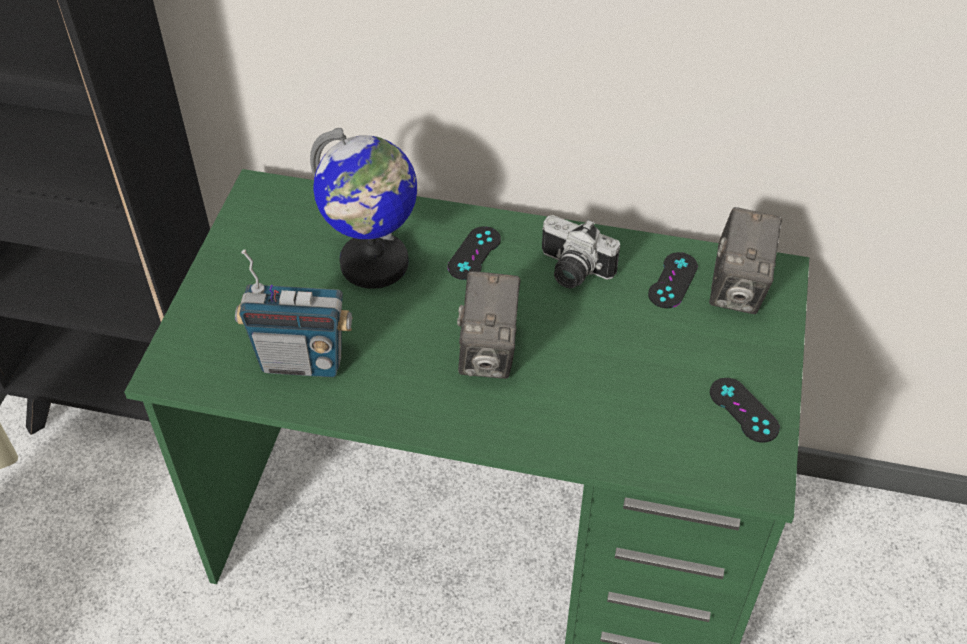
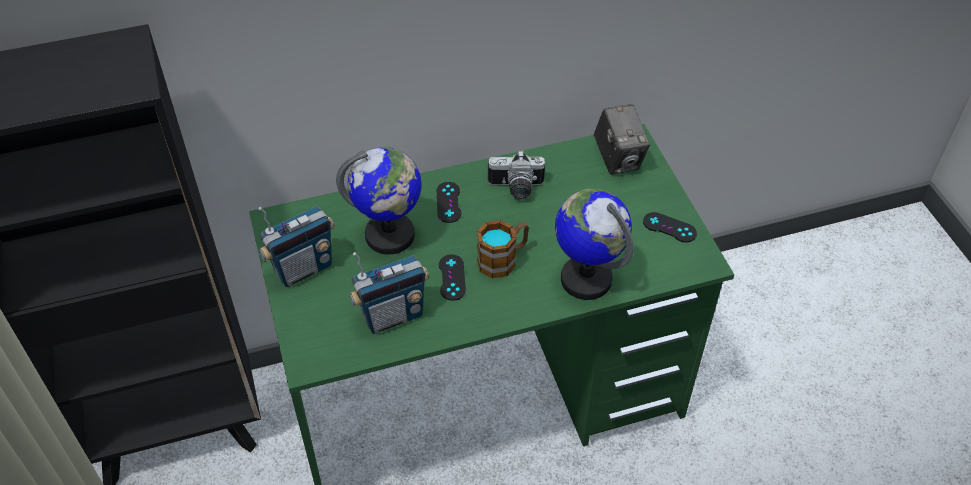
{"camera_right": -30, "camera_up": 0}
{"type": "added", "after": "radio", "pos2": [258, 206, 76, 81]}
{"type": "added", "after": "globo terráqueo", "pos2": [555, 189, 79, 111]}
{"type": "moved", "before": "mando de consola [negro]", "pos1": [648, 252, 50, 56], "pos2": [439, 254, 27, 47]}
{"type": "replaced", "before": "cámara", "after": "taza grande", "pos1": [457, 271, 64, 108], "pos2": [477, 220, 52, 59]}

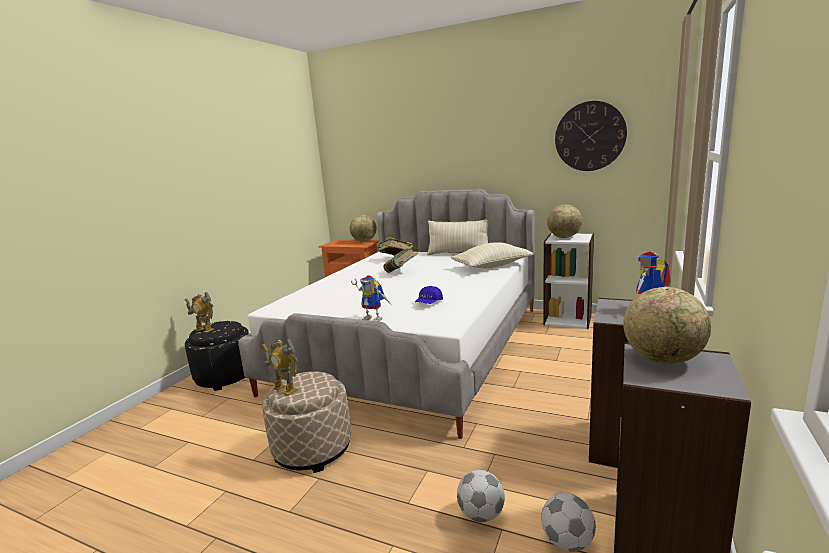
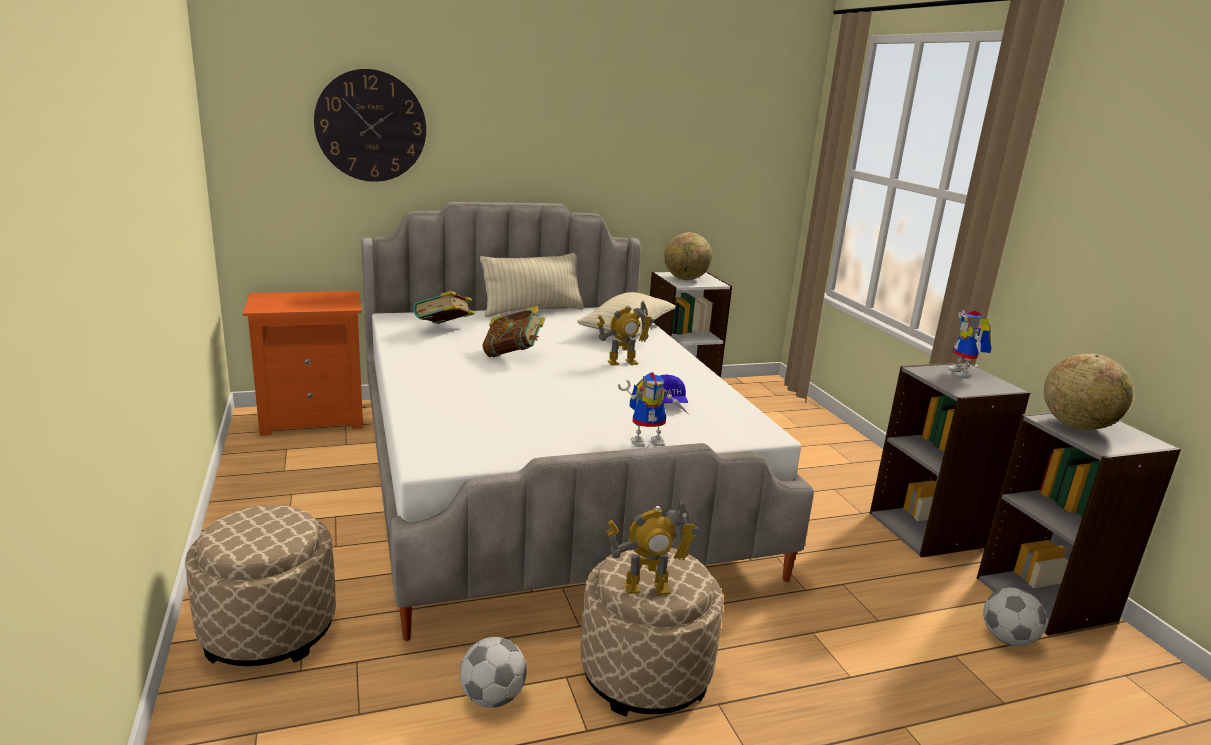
{"camera_right": -45, "camera_up": 5}
{"type": "removed", "before": "globo terráqueo", "pos1": [350, 215, 27, 27]}
{"type": "moved", "before": "robot de juguete", "pos1": [185, 292, 29, 41], "pos2": [596, 300, 58, 65]}
{"type": "moved", "before": "balón de fútbol", "pos1": [457, 470, 48, 52], "pos2": [460, 637, 67, 71]}
{"type": "moved", "before": "reloj de pared", "pos1": [555, 101, 72, 70], "pos2": [314, 69, 112, 113]}
{"type": "recoloured", "before": "puf [negro]", "after": "puf [beis]", "pos1": [185, 321, 64, 70], "pos2": [185, 505, 151, 161]}

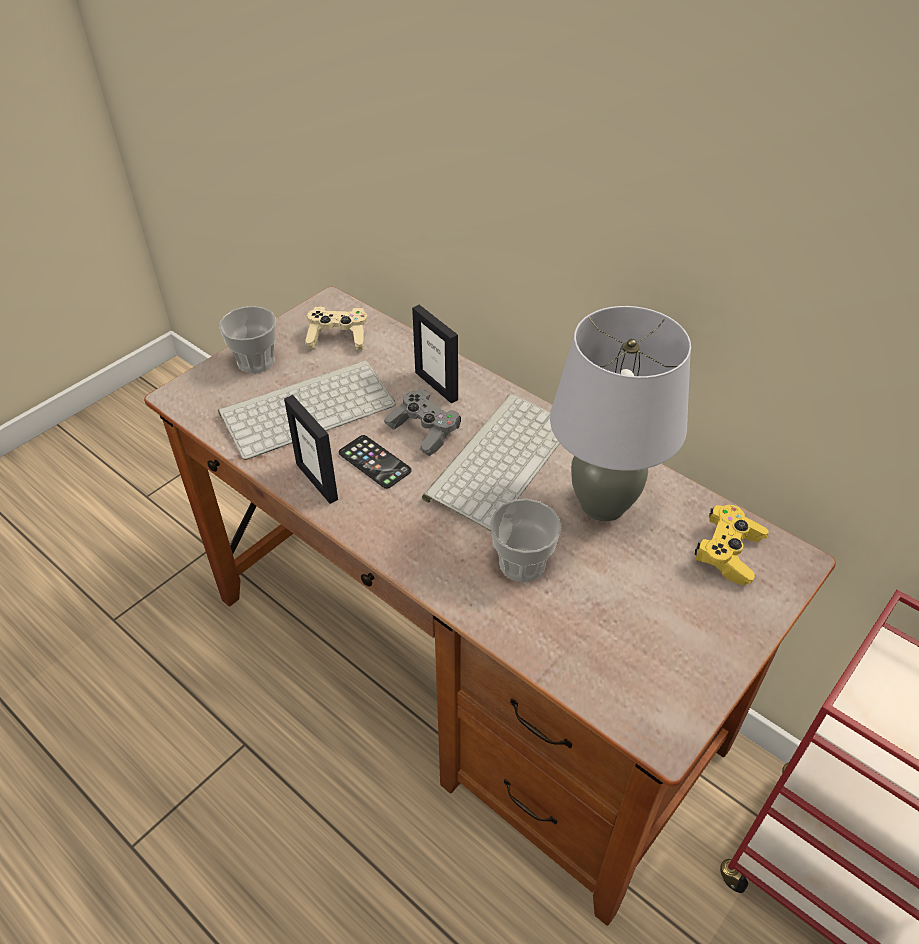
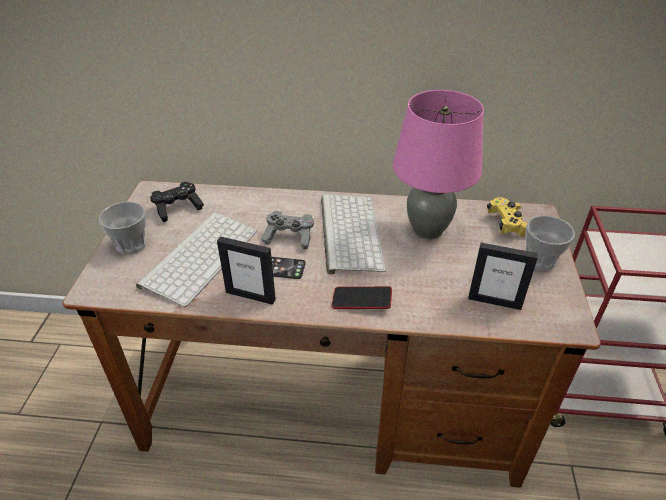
{"camera_right": -35, "camera_up": -5}
{"type": "added", "after": "móvil", "pos2": [332, 286, 60, 23]}
{"type": "moved", "before": "portarretratos", "pos1": [412, 305, 46, 99], "pos2": [468, 243, 70, 67]}
{"type": "moved", "before": "taza", "pos1": [490, 499, 72, 83], "pos2": [525, 215, 50, 55]}
{"type": "recoloured", "before": "mando de consola [beis]", "after": "mando de consola [negro]", "pos1": [305, 306, 63, 44], "pos2": [150, 182, 54, 40]}
{"type": "recoloured", "before": "lámpara de mesa [gris]", "after": "lámpara de mesa [rosa]", "pos1": [550, 306, 141, 215], "pos2": [393, 90, 91, 149]}

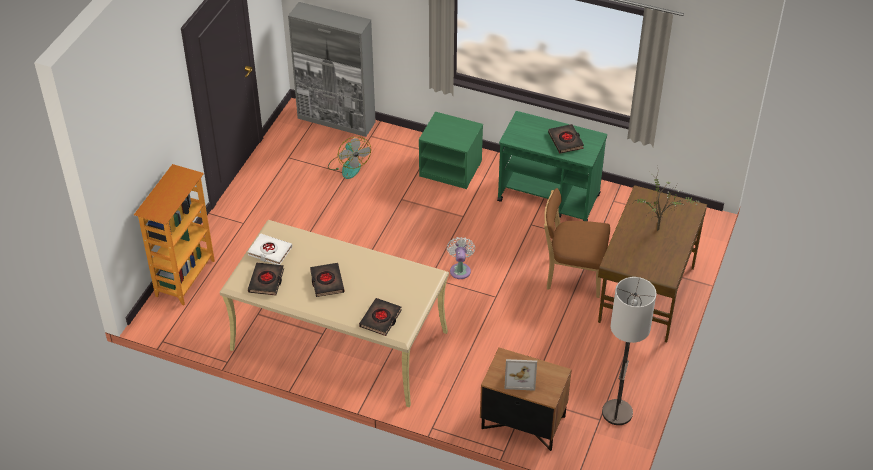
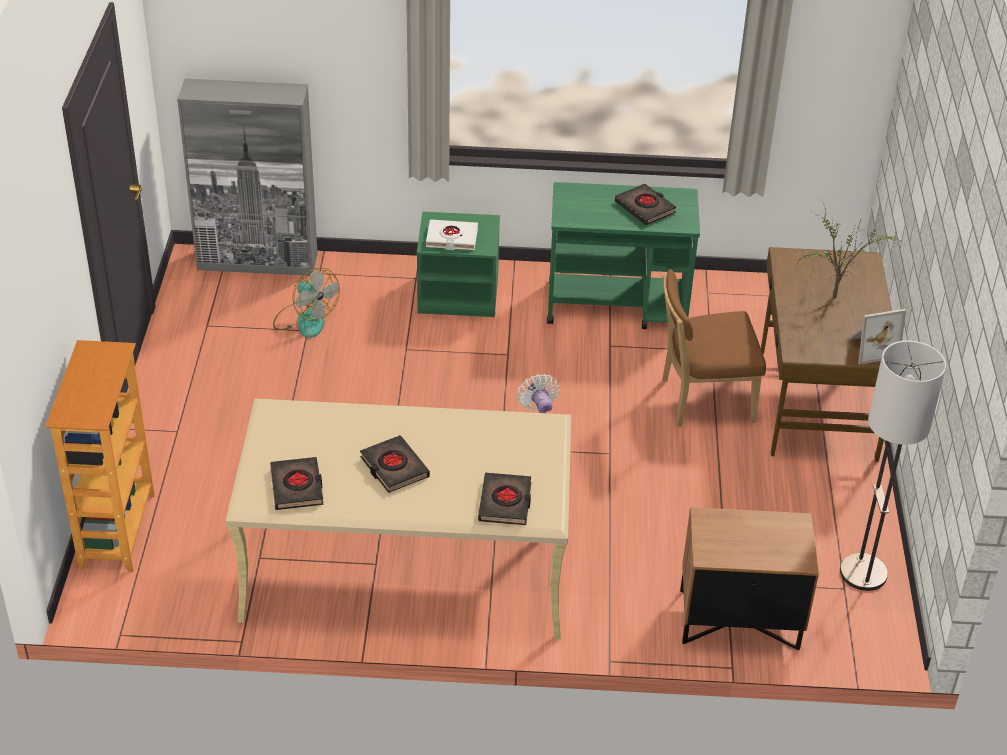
{"camera_right": -20, "camera_up": -5}
{"type": "moved", "before": "libro [blanco]", "pos1": [248, 233, 44, 32], "pos2": [426, 219, 52, 31]}
{"type": "moved", "before": "portarretratos", "pos1": [505, 359, 32, 32], "pos2": [848, 309, 58, 55]}

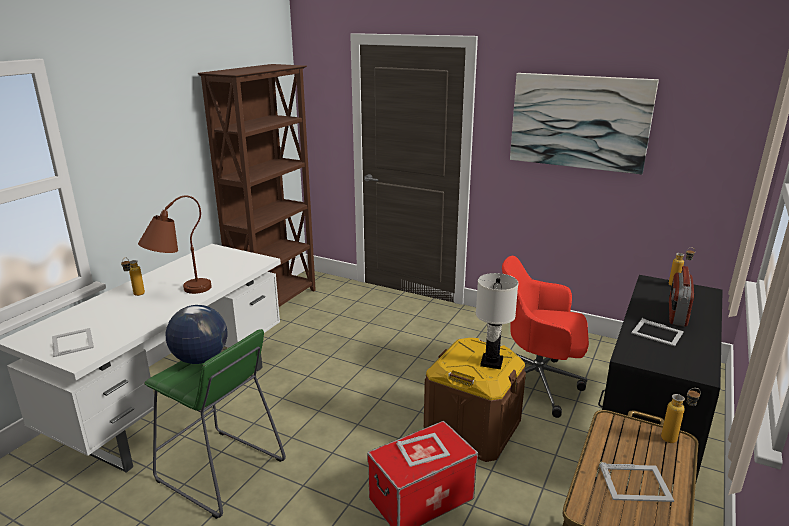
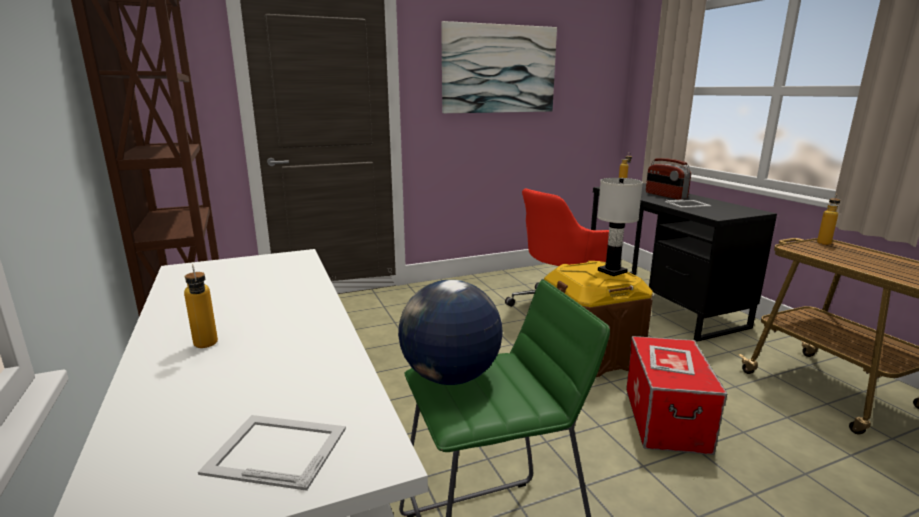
{"camera_right": -50, "camera_up": -5}
{"type": "removed", "before": "lámpara de mesa [marrón]", "pos1": [138, 195, 74, 99]}
{"type": "removed", "before": "portarretratos", "pos1": [599, 462, 75, 40]}

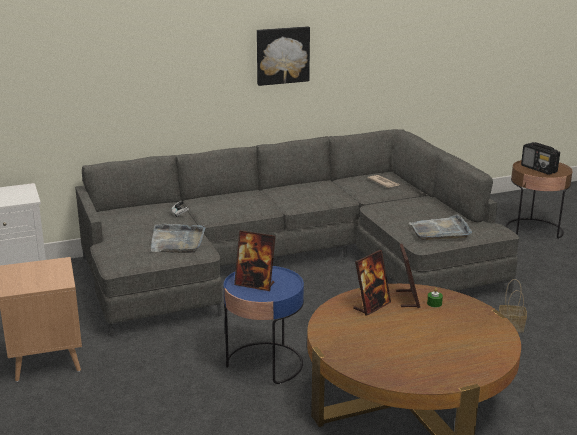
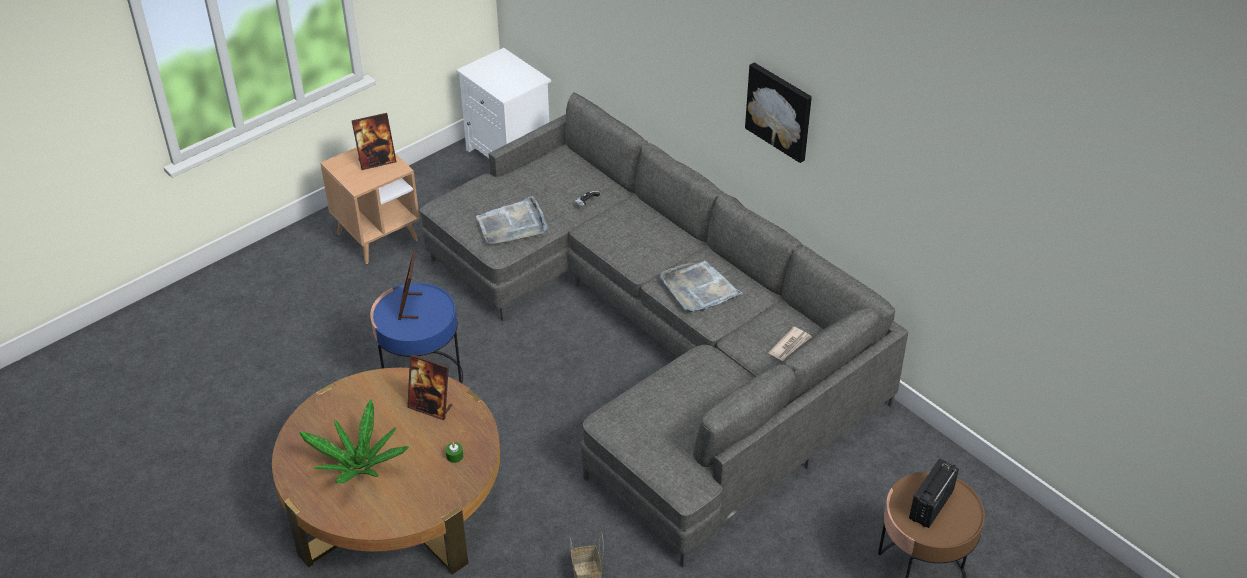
{"camera_right": 70, "camera_up": 20}
{"type": "added", "after": "planta en maceta", "pos2": [299, 399, 110, 84]}
{"type": "moved", "before": "portarretratos", "pos1": [396, 244, 24, 64], "pos2": [352, 113, 44, 57]}
{"type": "moved", "before": "bandeja [gris]", "pos1": [409, 214, 63, 26], "pos2": [660, 261, 83, 51]}

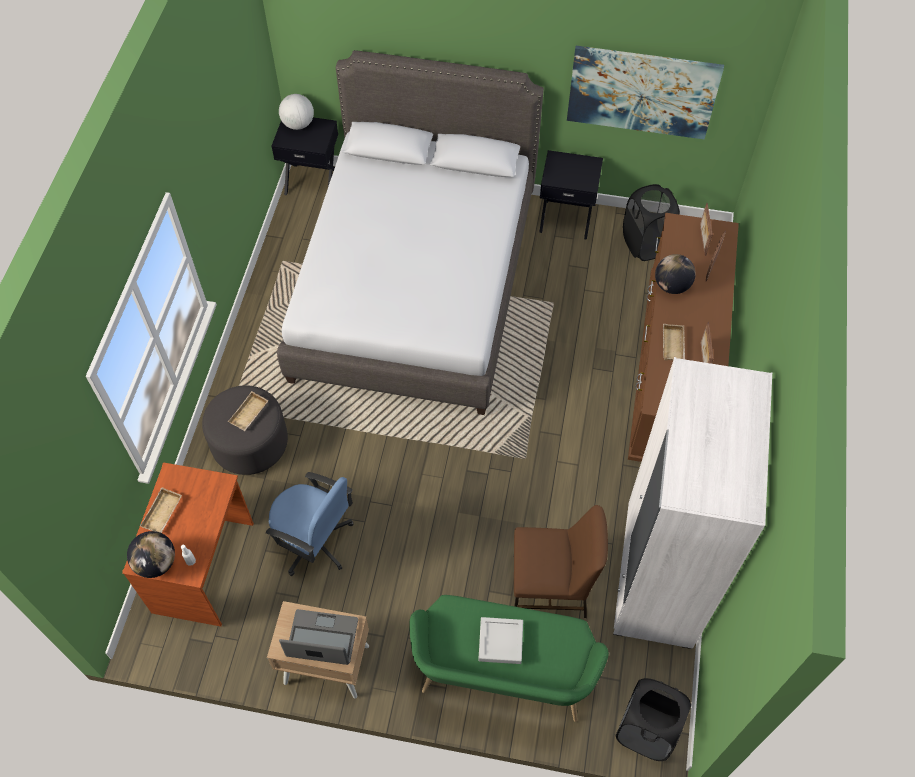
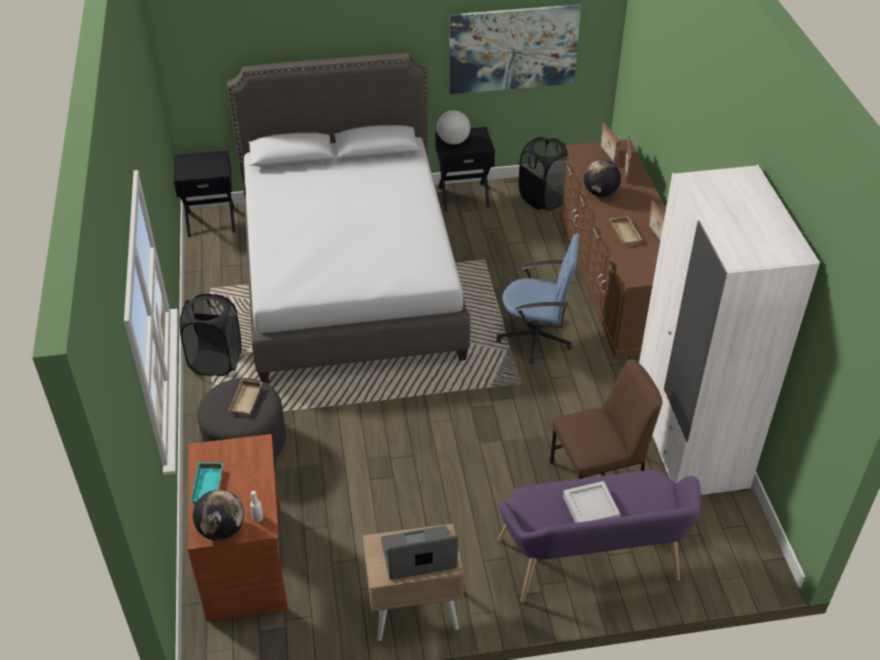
{"camera_right": -20, "camera_up": -15}
{"type": "moved", "before": "silla de oficina [azul]", "pos1": [266, 472, 87, 104], "pos2": [496, 234, 84, 130]}
{"type": "moved", "before": "globo terráqueo", "pos1": [279, 94, 35, 36], "pos2": [437, 110, 34, 35]}
{"type": "moved", "before": "cesto de la ropa [negro]", "pos1": [615, 678, 76, 83], "pos2": [180, 294, 61, 82]}
{"type": "recoloured", "before": "bandeja [beis]", "after": "bandeja [turquesa]", "pos1": [140, 487, 42, 46], "pos2": [190, 462, 33, 42]}
{"type": "recoloured", "before": "banco [verde]", "after": "banco [morado]", "pos1": [409, 595, 200, 127], "pos2": [498, 470, 203, 133]}

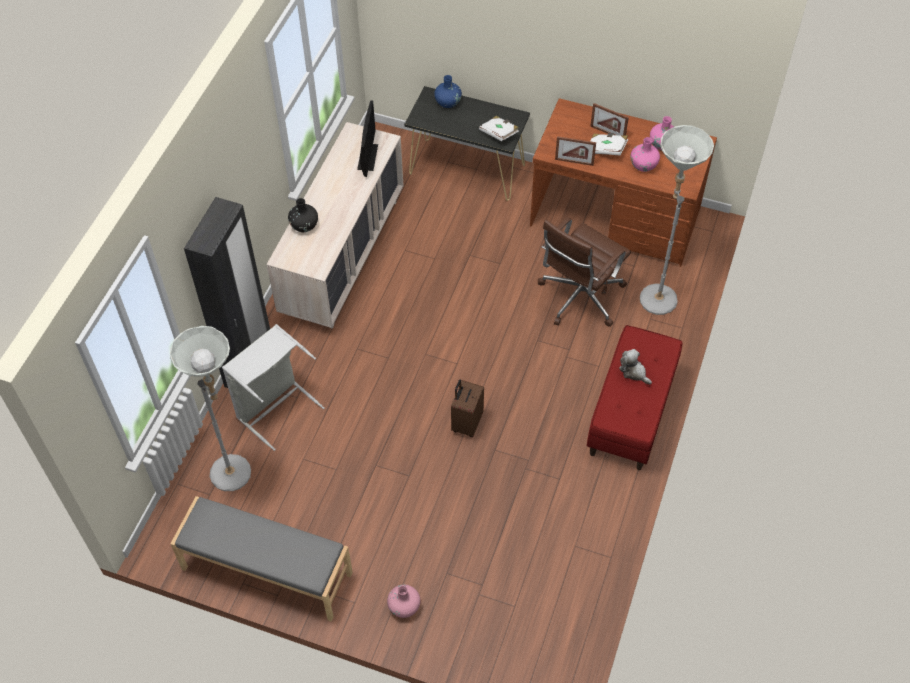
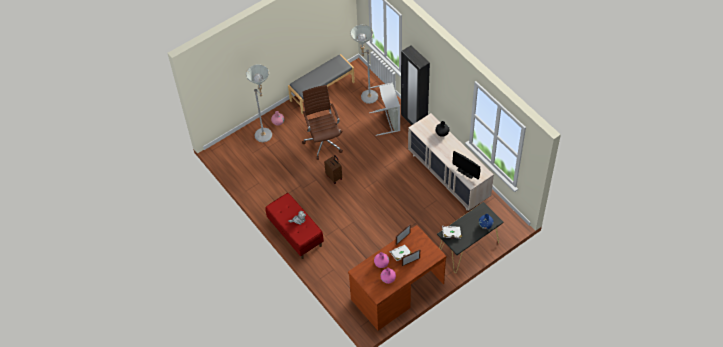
{"camera_right": 125, "camera_up": 0}
{"type": "moved", "before": "silla de oficina [marrón]", "pos1": [538, 217, 93, 110], "pos2": [302, 85, 41, 75]}
{"type": "moved", "before": "lámpara de pie [gris]", "pos1": [640, 125, 74, 190], "pos2": [246, 64, 26, 78]}

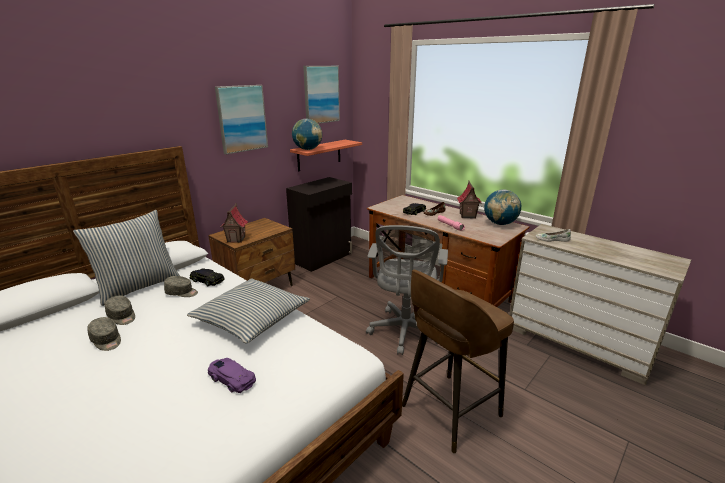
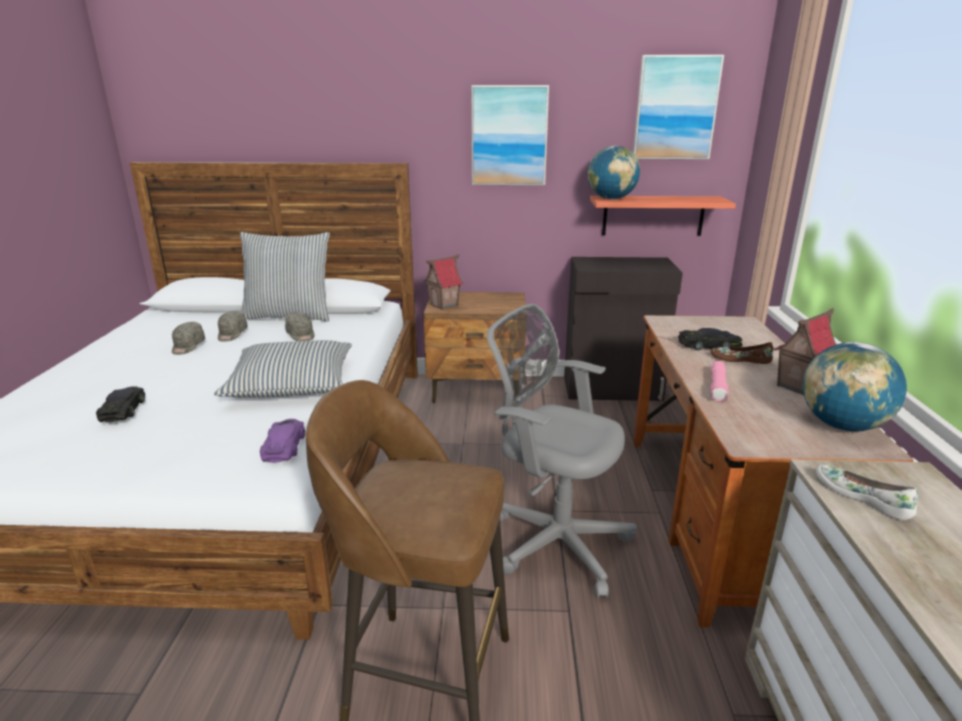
{"camera_right": 50, "camera_up": 0}
{"type": "moved", "before": "coche de juguete [negro]", "pos1": [189, 268, 35, 18], "pos2": [96, 386, 49, 36]}
{"type": "moved", "before": "coche de juguete [morado]", "pos1": [208, 358, 48, 35], "pos2": [260, 419, 45, 44]}
{"type": "turned", "before": "silla de oficina [gris]", "pos1": [366, 225, 82, 130], "pos2": [487, 304, 150, 295], "turn": 60}

